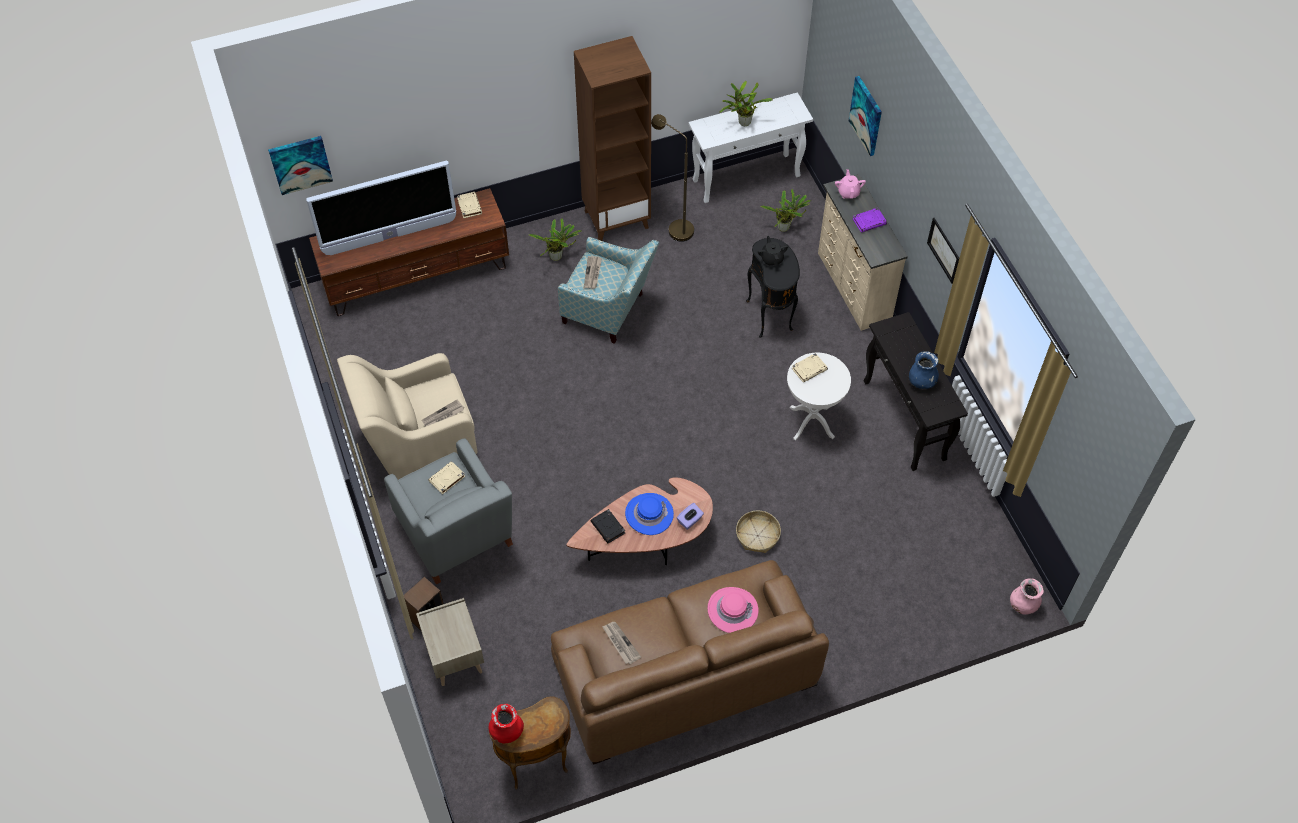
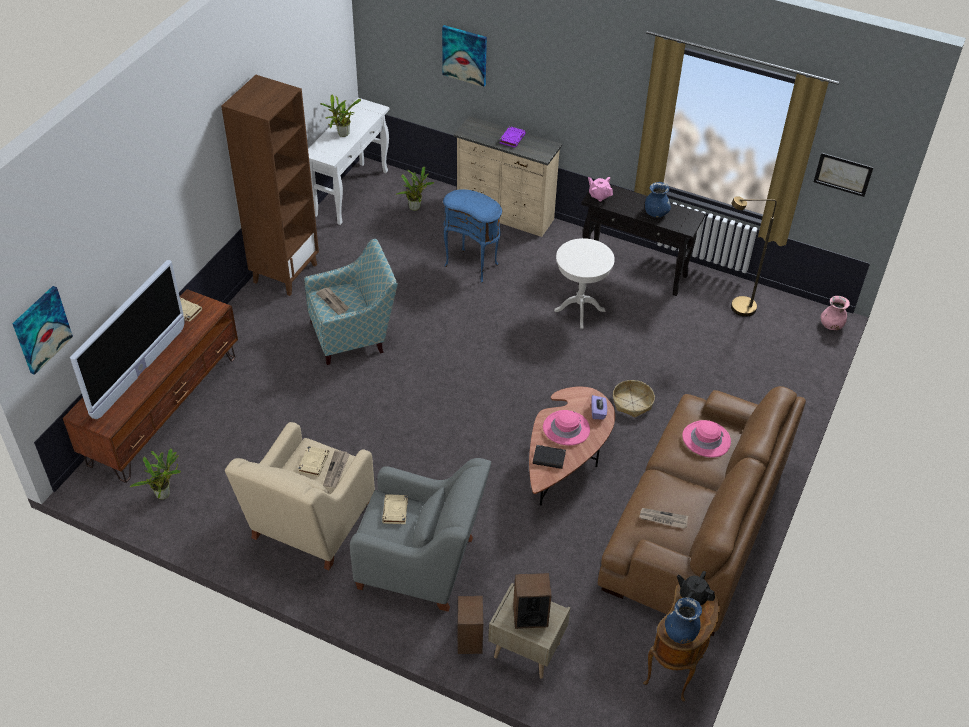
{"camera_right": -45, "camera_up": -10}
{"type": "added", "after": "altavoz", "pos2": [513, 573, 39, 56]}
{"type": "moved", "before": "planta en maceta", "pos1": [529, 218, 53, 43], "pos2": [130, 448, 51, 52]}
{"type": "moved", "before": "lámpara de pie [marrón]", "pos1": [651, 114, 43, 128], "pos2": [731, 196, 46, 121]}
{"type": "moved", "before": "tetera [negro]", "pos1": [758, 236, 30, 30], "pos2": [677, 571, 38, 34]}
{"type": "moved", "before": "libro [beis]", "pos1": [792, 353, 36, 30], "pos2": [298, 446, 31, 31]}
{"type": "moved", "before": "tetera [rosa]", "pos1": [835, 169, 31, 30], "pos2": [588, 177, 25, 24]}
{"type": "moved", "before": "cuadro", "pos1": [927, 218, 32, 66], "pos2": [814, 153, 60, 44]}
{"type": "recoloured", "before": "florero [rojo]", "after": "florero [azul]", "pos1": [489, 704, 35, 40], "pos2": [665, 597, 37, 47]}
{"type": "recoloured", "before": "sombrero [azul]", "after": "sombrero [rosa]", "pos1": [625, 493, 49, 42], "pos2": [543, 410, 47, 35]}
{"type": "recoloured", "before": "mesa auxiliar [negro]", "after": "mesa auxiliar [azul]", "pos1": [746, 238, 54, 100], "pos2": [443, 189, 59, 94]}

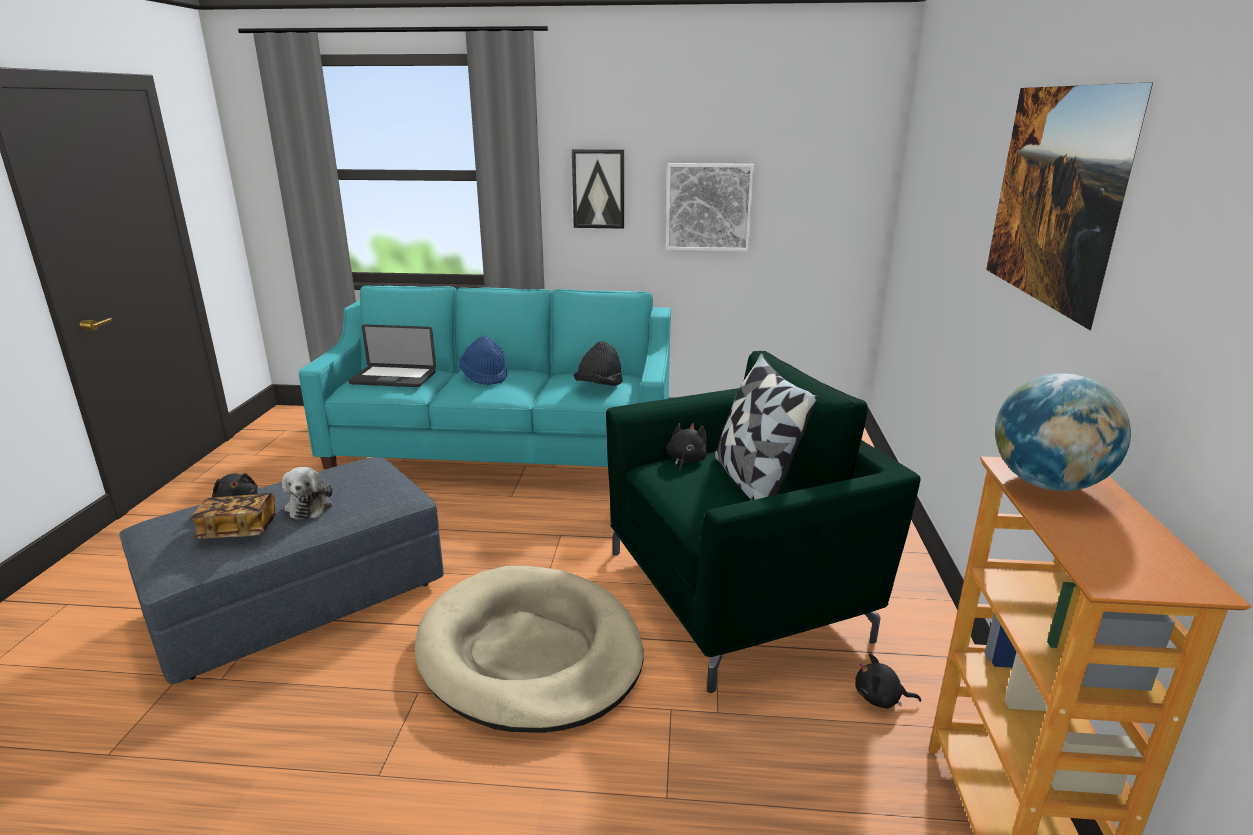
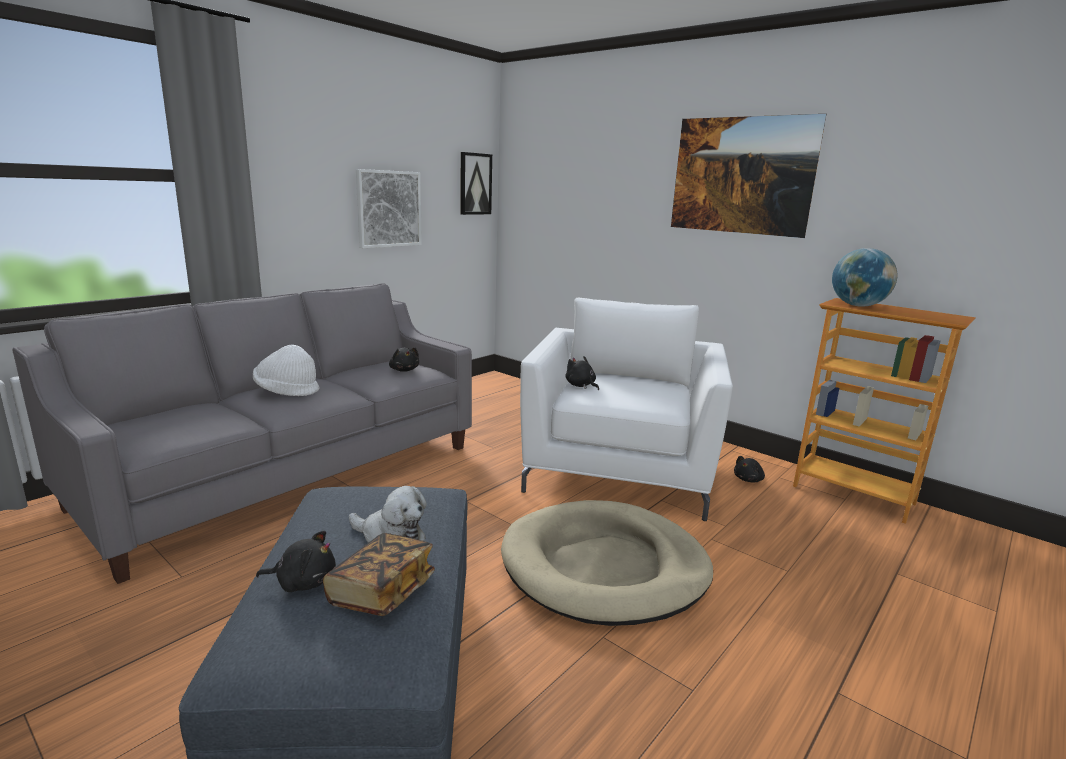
{"camera_right": -55, "camera_up": -5}
{"type": "removed", "before": "portátil", "pos1": [349, 324, 87, 63]}
{"type": "removed", "before": "cojín", "pos1": [715, 353, 103, 147]}
{"type": "moved", "before": "cuadro", "pos1": [572, 149, 52, 80], "pos2": [460, 152, 32, 63]}
{"type": "replaced", "before": "sombrero [negro]", "after": "peluche [negro]", "pos1": [574, 341, 49, 45], "pos2": [389, 347, 30, 25]}
{"type": "recoloured", "before": "sofá [turquesa]", "after": "sofá [gris]", "pos1": [299, 285, 372, 185], "pos2": [12, 283, 460, 301]}
{"type": "recoloured", "before": "sombrero [azul]", "after": "sombrero [blanco]", "pos1": [459, 336, 48, 49], "pos2": [253, 344, 67, 52]}
{"type": "recoloured", "before": "sillón [verde]", "after": "sillón [blanco]", "pos1": [606, 351, 315, 342], "pos2": [520, 297, 213, 224]}

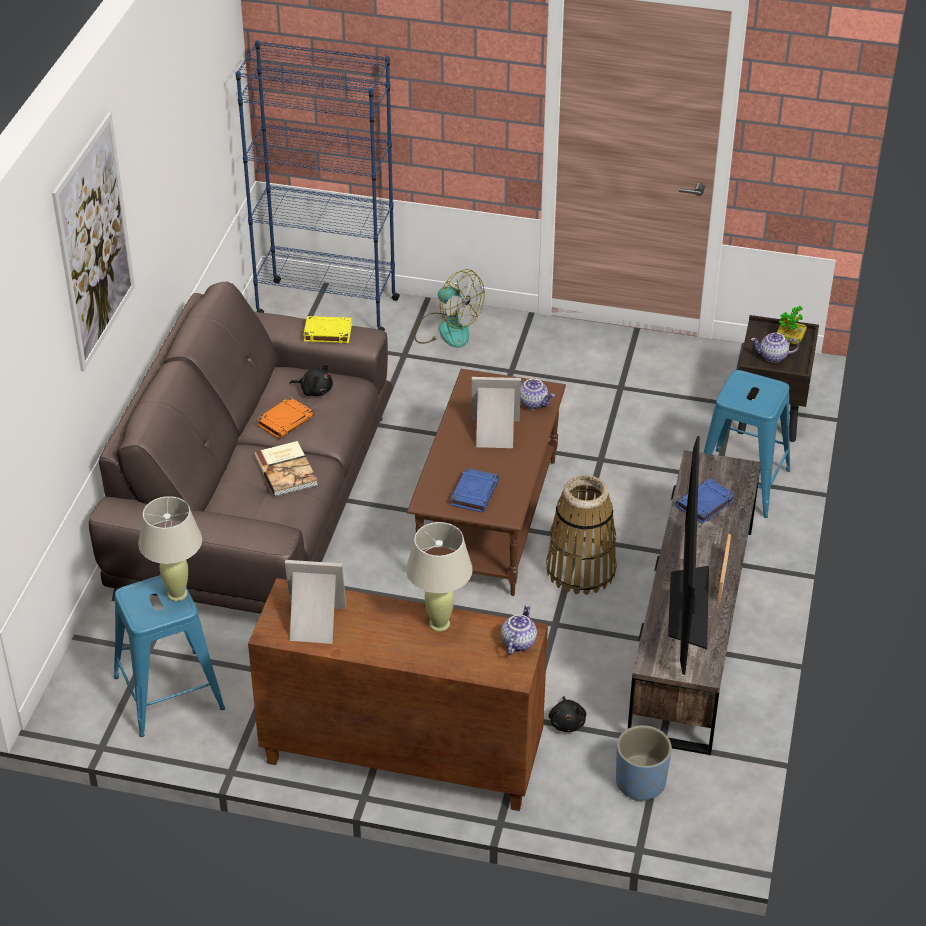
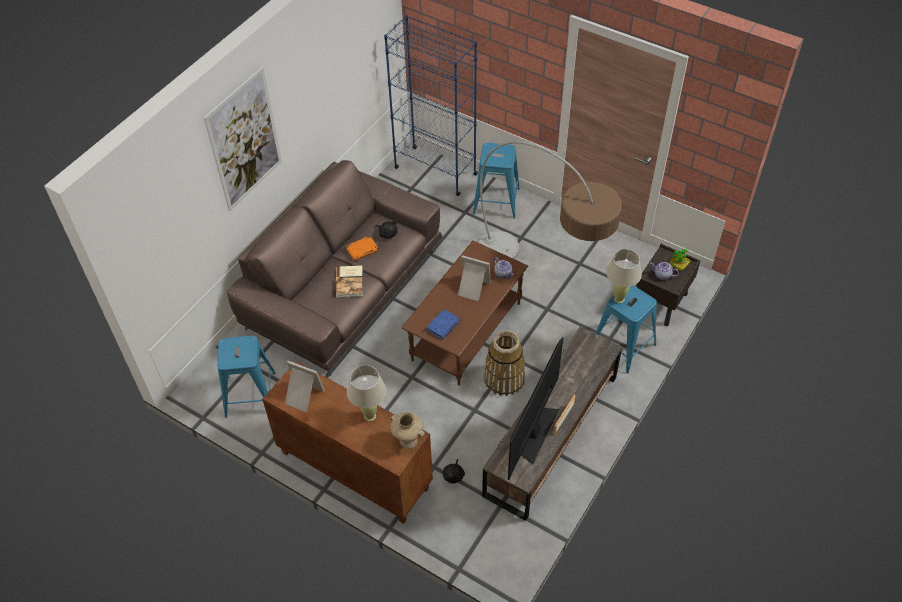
{"camera_right": 20, "camera_up": 10}
{"type": "removed", "before": "libro [amarillo]", "pos1": [303, 316, 49, 27]}
{"type": "removed", "before": "maceta [azul]", "pos1": [616, 725, 56, 77]}
{"type": "removed", "before": "libro [azul]", "pos1": [676, 478, 59, 46]}
{"type": "added", "after": "lámpara de pie", "pos2": [478, 141, 144, 118]}
{"type": "moved", "before": "lámpara de mesa [beis]", "pos1": [138, 496, 64, 105], "pos2": [606, 249, 36, 54]}
{"type": "replaced", "before": "ventilador", "after": "taburete [azul]", "pos1": [414, 269, 71, 79], "pos2": [473, 143, 47, 75]}
{"type": "replaced", "before": "tetera", "after": "florero [beis]", "pos1": [501, 604, 36, 51], "pos2": [390, 412, 35, 37]}

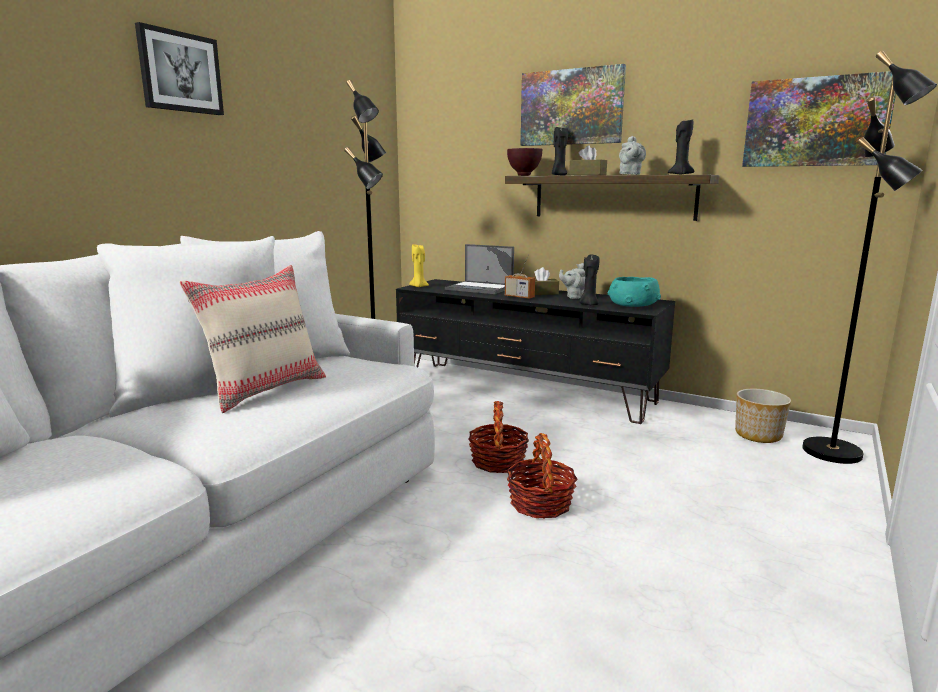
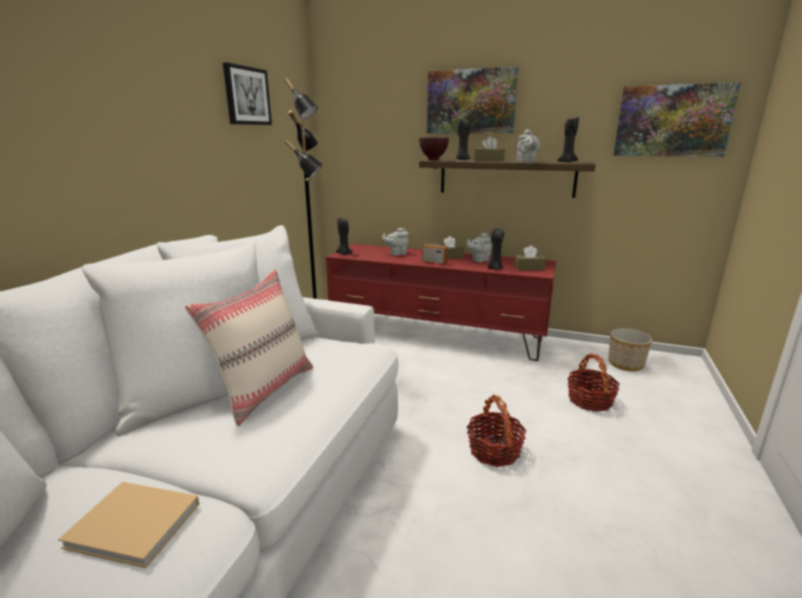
{"camera_right": -10, "camera_up": 5}
{"type": "removed", "before": "lámpara de pie [negro]", "pos1": [802, 51, 135, 413]}
{"type": "added", "after": "libro [beis]", "pos2": [58, 482, 142, 86]}
{"type": "moved", "before": "cuadro", "pos1": [135, 22, 89, 93], "pos2": [223, 62, 49, 63]}
{"type": "moved", "before": "cesta", "pos1": [469, 401, 60, 72], "pos2": [567, 353, 53, 59]}
{"type": "replaced", "before": "portátil", "after": "tetera [gris]", "pos1": [445, 244, 69, 50], "pos2": [382, 228, 27, 28]}
{"type": "replaced", "before": "cuenco [turquesa]", "after": "caja de pañuelos [marrón]", "pos1": [608, 277, 53, 30], "pos2": [514, 245, 32, 25]}
{"type": "recoloured", "before": "mueble de televisión [negro]", "after": "mueble de televisión [rojo]", "pos1": [396, 279, 279, 145], "pos2": [326, 244, 230, 117]}
{"type": "recoloured", "before": "vela [amarillo]", "after": "vela [negro]", "pos1": [409, 244, 20, 43], "pos2": [336, 218, 17, 37]}

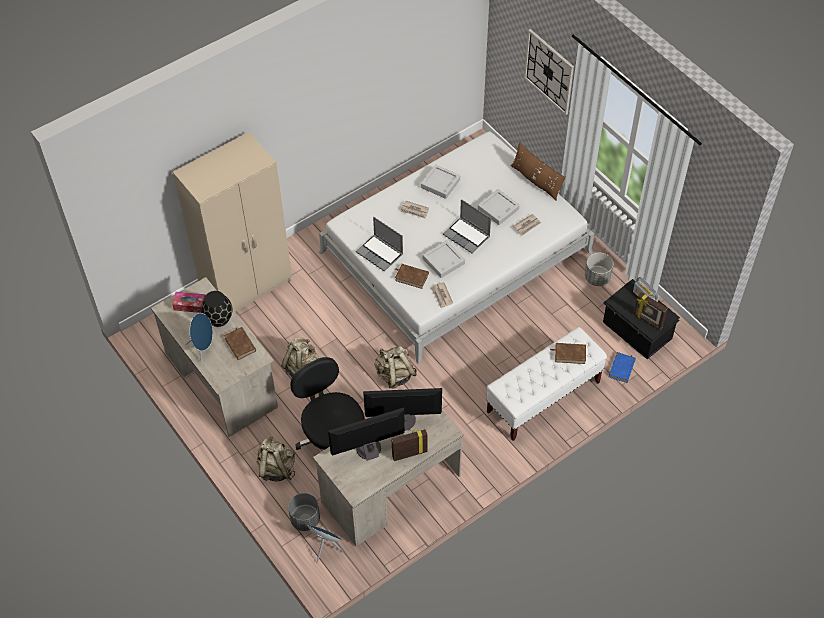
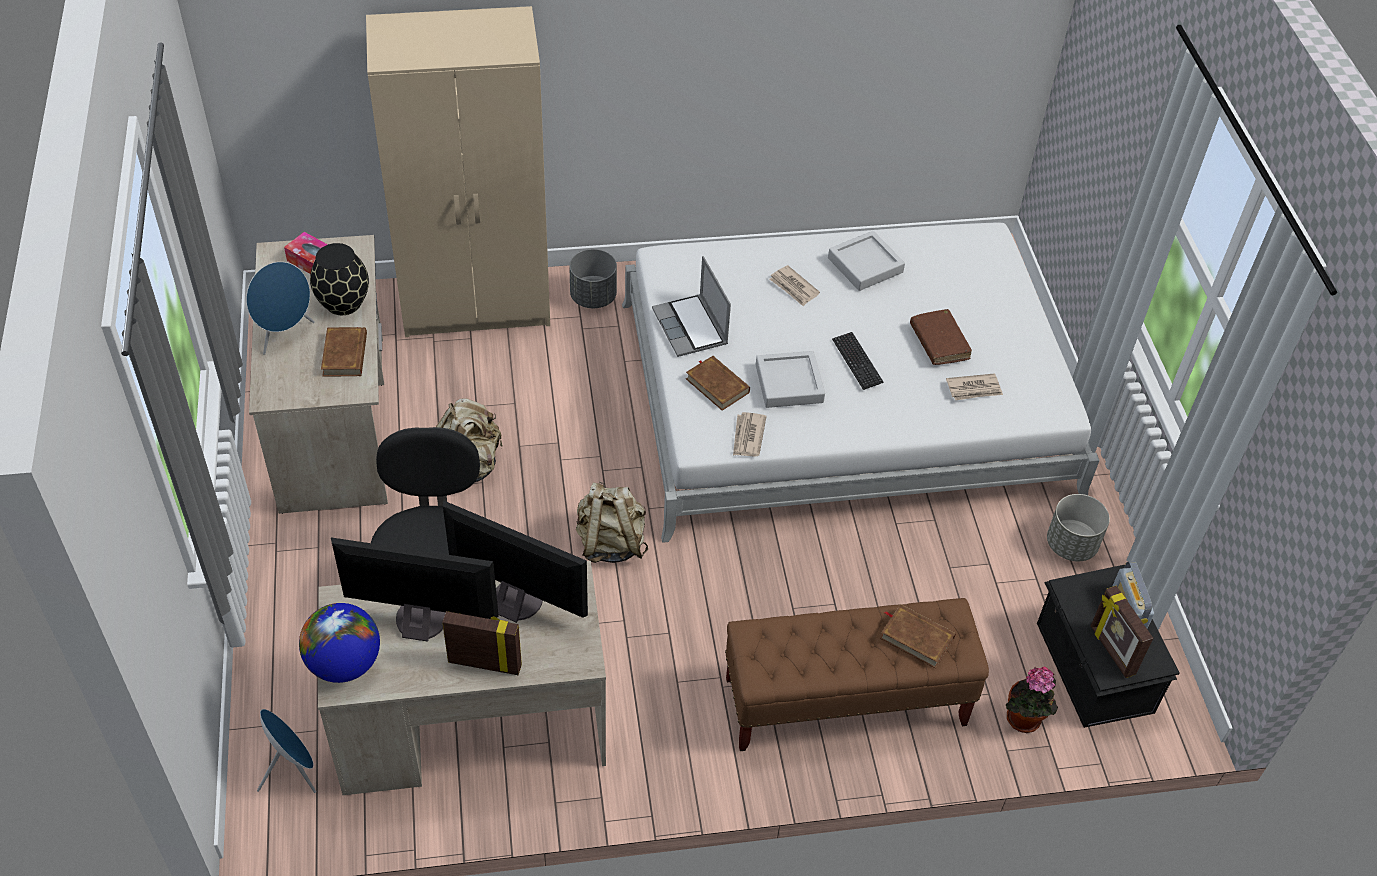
{"camera_right": 25, "camera_up": -5}
{"type": "removed", "before": "mochila [beis]", "pos1": [257, 437, 38, 44]}
{"type": "removed", "before": "cojín [marrón]", "pos1": [511, 142, 55, 59]}
{"type": "removed", "before": "reloj de pared", "pos1": [524, 29, 50, 86]}
{"type": "added", "after": "globo terráqueo", "pos2": [299, 603, 81, 80]}
{"type": "moved", "before": "maceta [gris]", "pos1": [288, 493, 32, 38], "pos2": [569, 249, 48, 59]}
{"type": "replaced", "before": "portátil", "after": "teclado", "pos1": [443, 199, 48, 54], "pos2": [832, 332, 51, 58]}
{"type": "replaced", "before": "bandeja [gris]", "after": "libro [marrón]", "pos1": [478, 189, 42, 36], "pos2": [910, 309, 62, 56]}
{"type": "replaced", "before": "libro [azul]", "after": "planta en maceta", "pos1": [609, 352, 27, 31], "pos2": [1006, 667, 52, 66]}
{"type": "recoloured", "before": "banco [blanco]", "after": "banco [marrón]", "pos1": [487, 327, 120, 114], "pos2": [725, 598, 264, 153]}

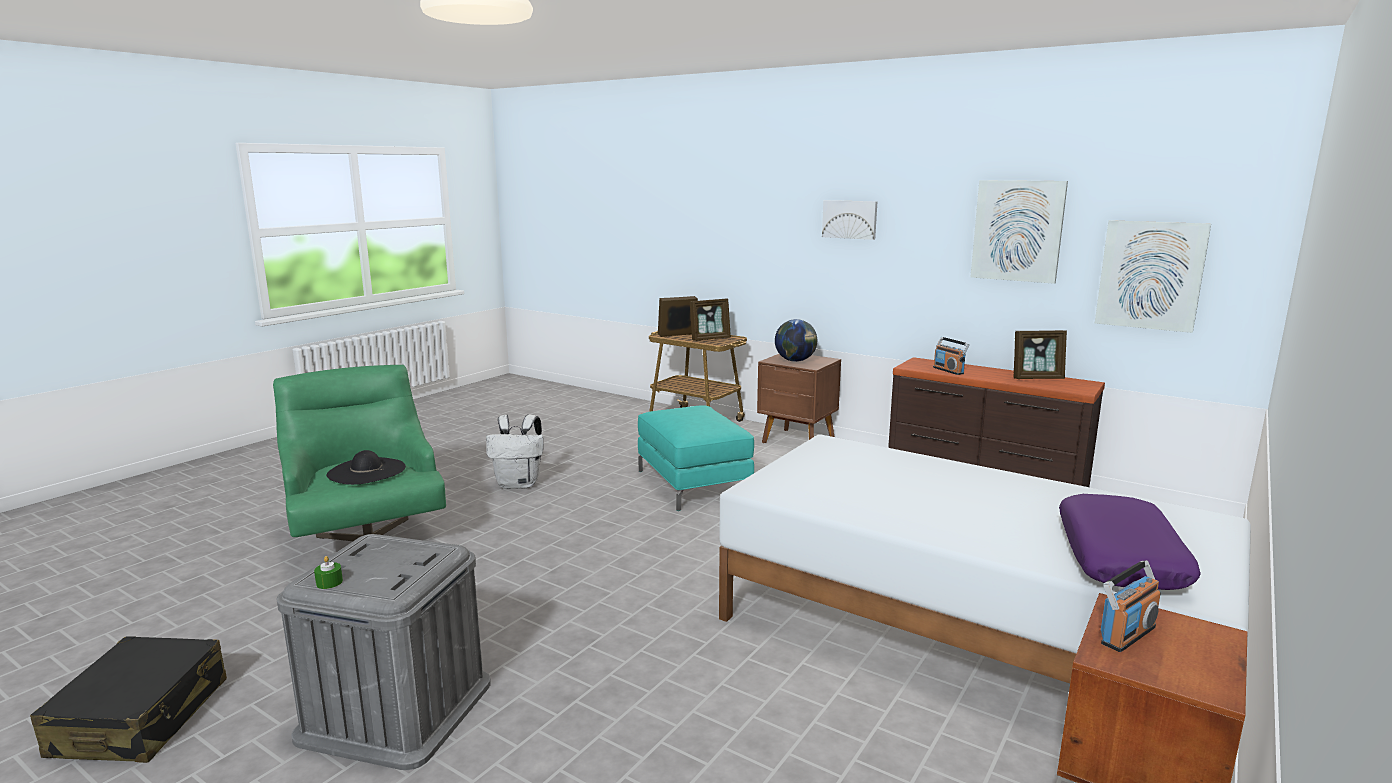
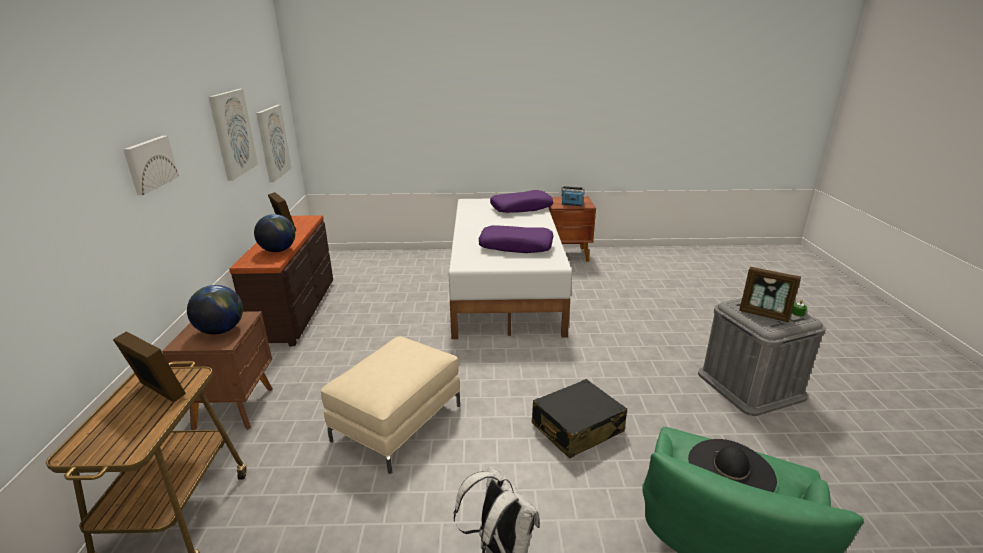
{"camera_right": -125, "camera_up": 10}
{"type": "added", "after": "cojín [morado]", "pos2": [479, 225, 74, 28]}
{"type": "moved", "before": "maleta [negro]", "pos1": [30, 637, 197, 126], "pos2": [532, 379, 95, 79]}
{"type": "moved", "before": "portarretratos", "pos1": [658, 296, 40, 41], "pos2": [739, 267, 62, 55]}
{"type": "replaced", "before": "radio", "after": "globo terráqueo", "pos1": [933, 337, 36, 38], "pos2": [254, 214, 41, 38]}
{"type": "recoloured", "before": "puf [turquesa]", "after": "puf [beis]", "pos1": [638, 405, 116, 106], "pos2": [321, 337, 139, 137]}

